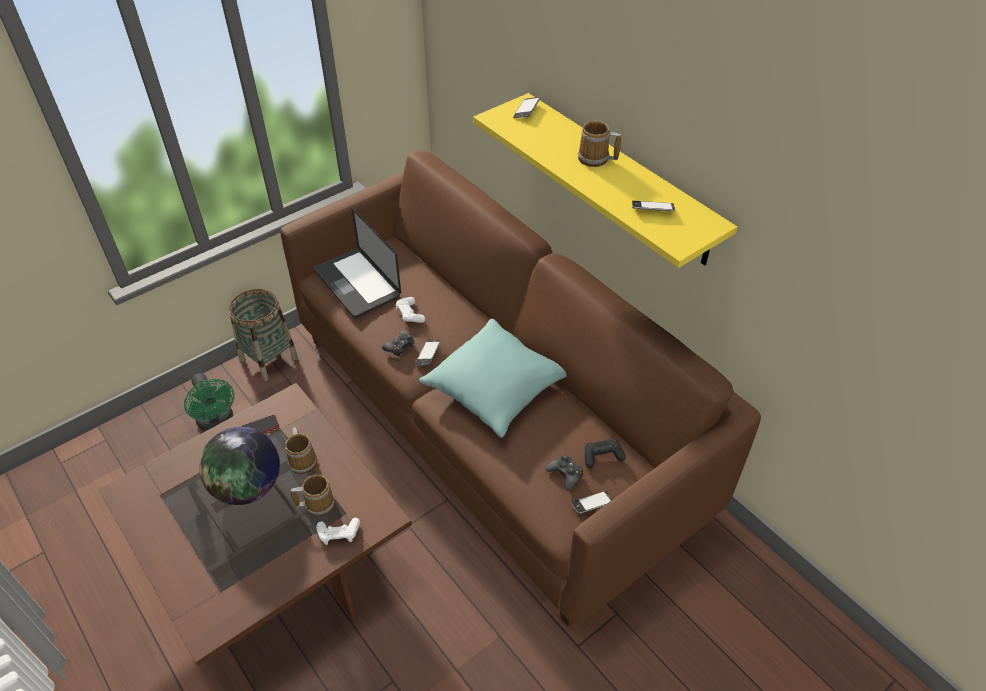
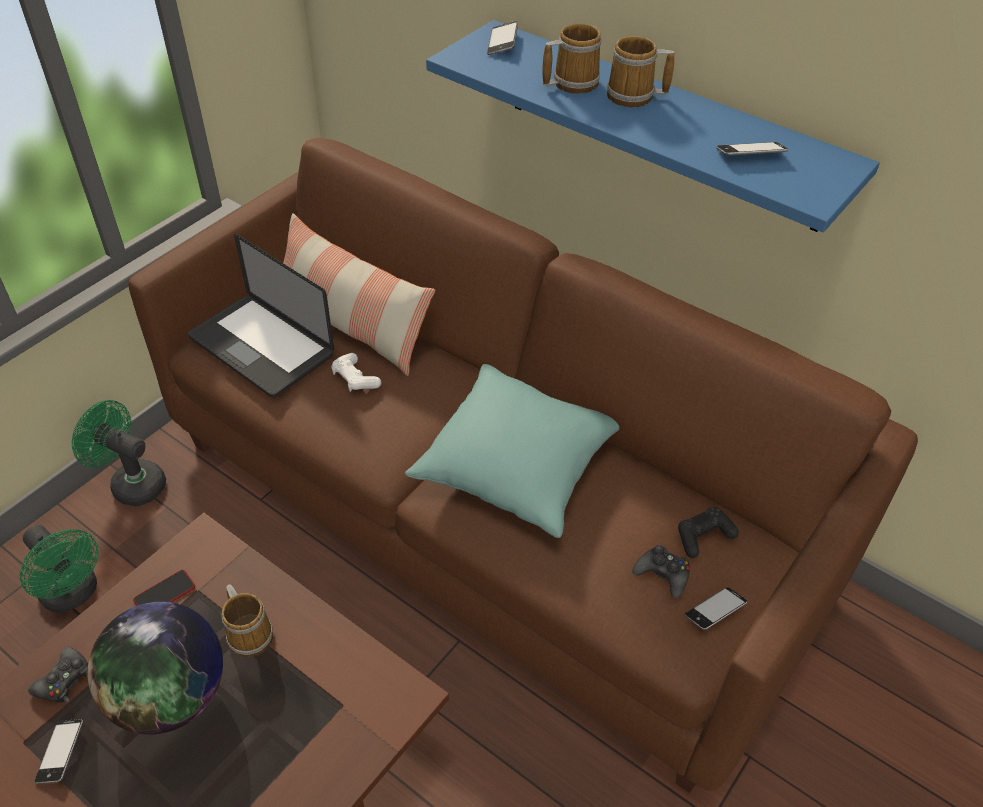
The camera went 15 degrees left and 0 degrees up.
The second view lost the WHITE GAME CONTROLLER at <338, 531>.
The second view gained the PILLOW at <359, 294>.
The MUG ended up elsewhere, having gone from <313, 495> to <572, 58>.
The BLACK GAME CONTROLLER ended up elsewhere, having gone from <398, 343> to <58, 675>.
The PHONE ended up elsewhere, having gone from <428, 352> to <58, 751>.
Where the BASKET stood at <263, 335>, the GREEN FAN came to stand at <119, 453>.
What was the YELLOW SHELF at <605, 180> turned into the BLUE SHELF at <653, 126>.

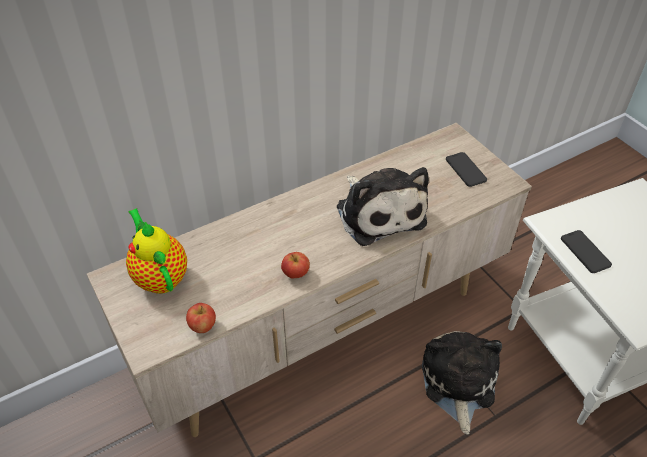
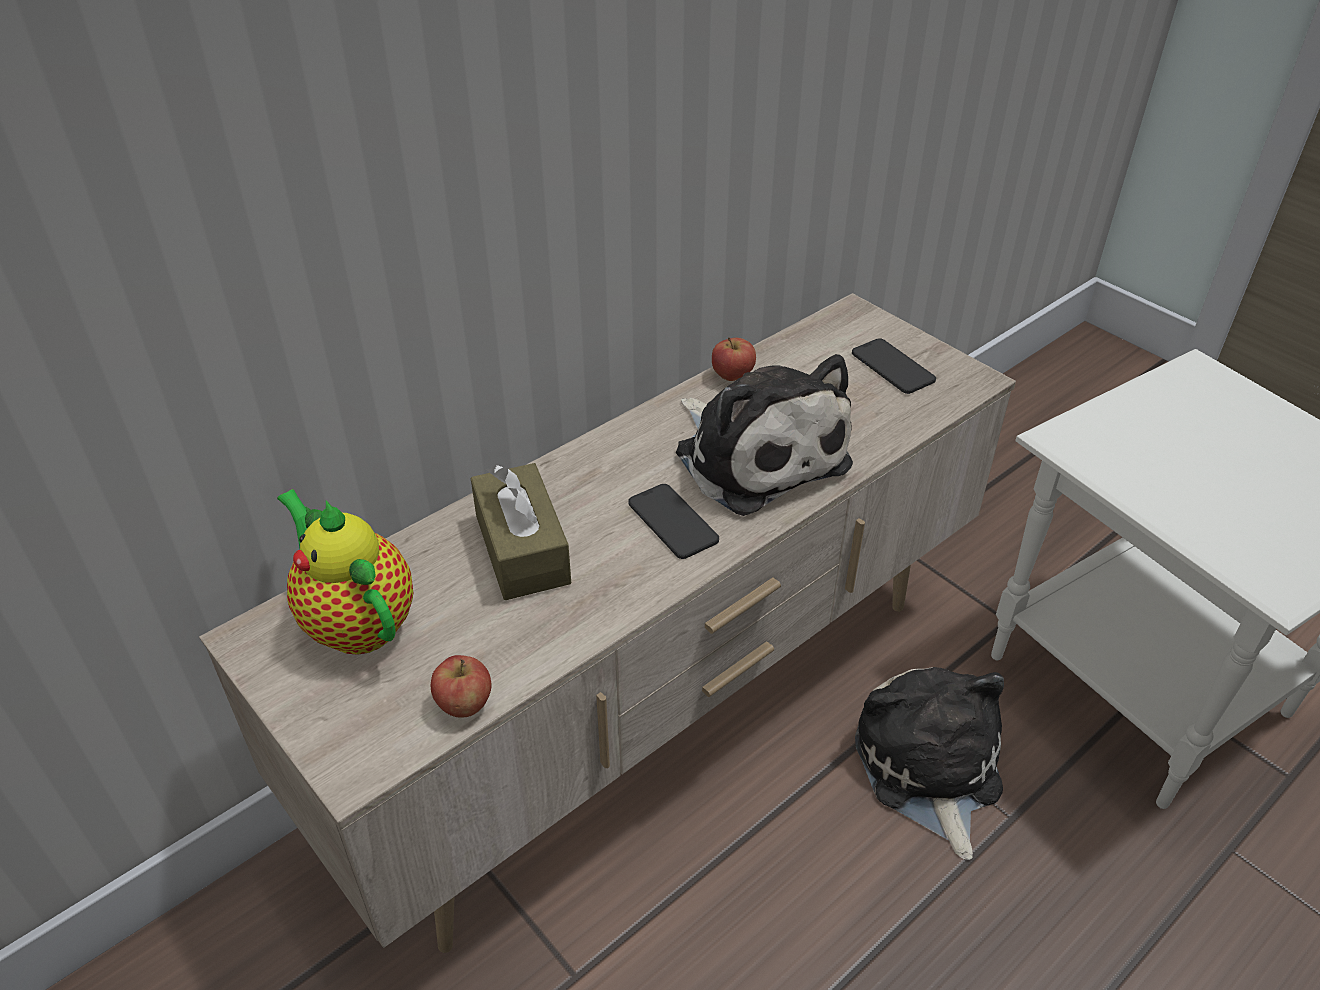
The camera went 10 degrees left and 5 degrees down.
The second view gained the BROWN TISSUE BOX at <521, 531>.
The APPLE ended up elsewhere, having gone from <295, 265> to <734, 359>.
The PHONE ended up elsewhere, having gone from <586, 251> to <673, 521>.

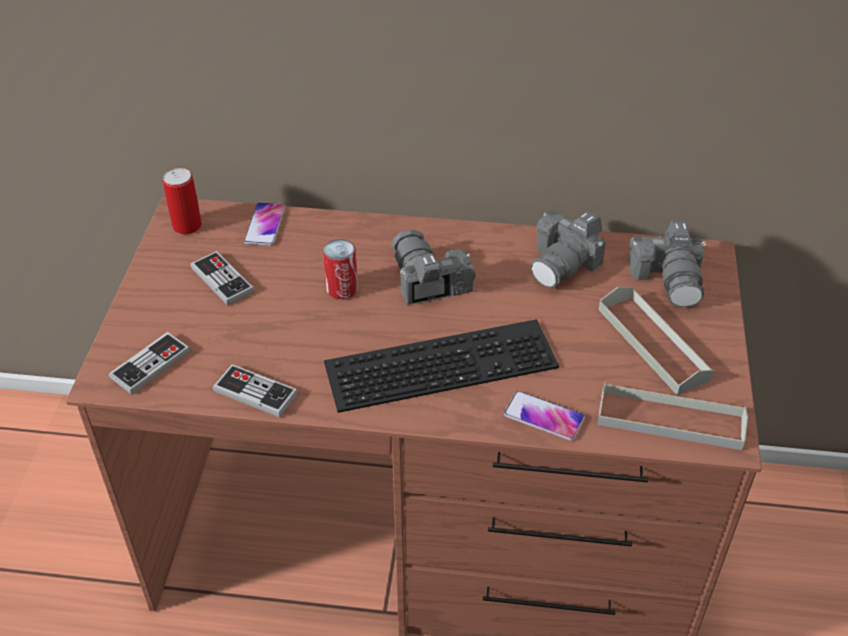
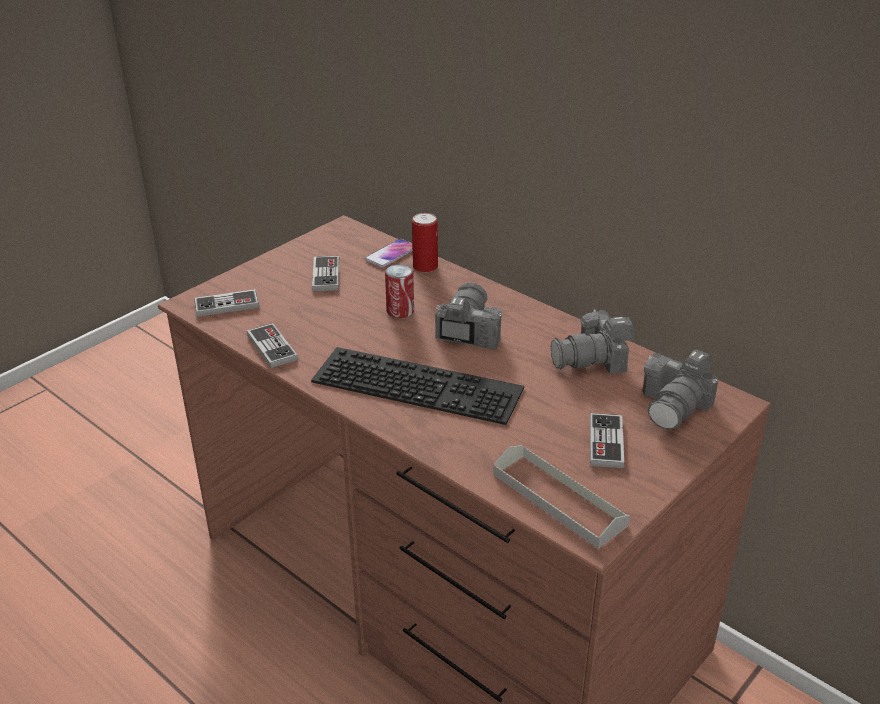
The camera went 35 degrees right and 10 degrees down.
The second view lost the PHONE at <544, 416>.
The CAN ended up elsewhere, having gone from <182, 201> to <425, 243>.
Where the GREY TRAY stood at <656, 341>, the GAME CONTROLLER came to stand at <607, 440>.

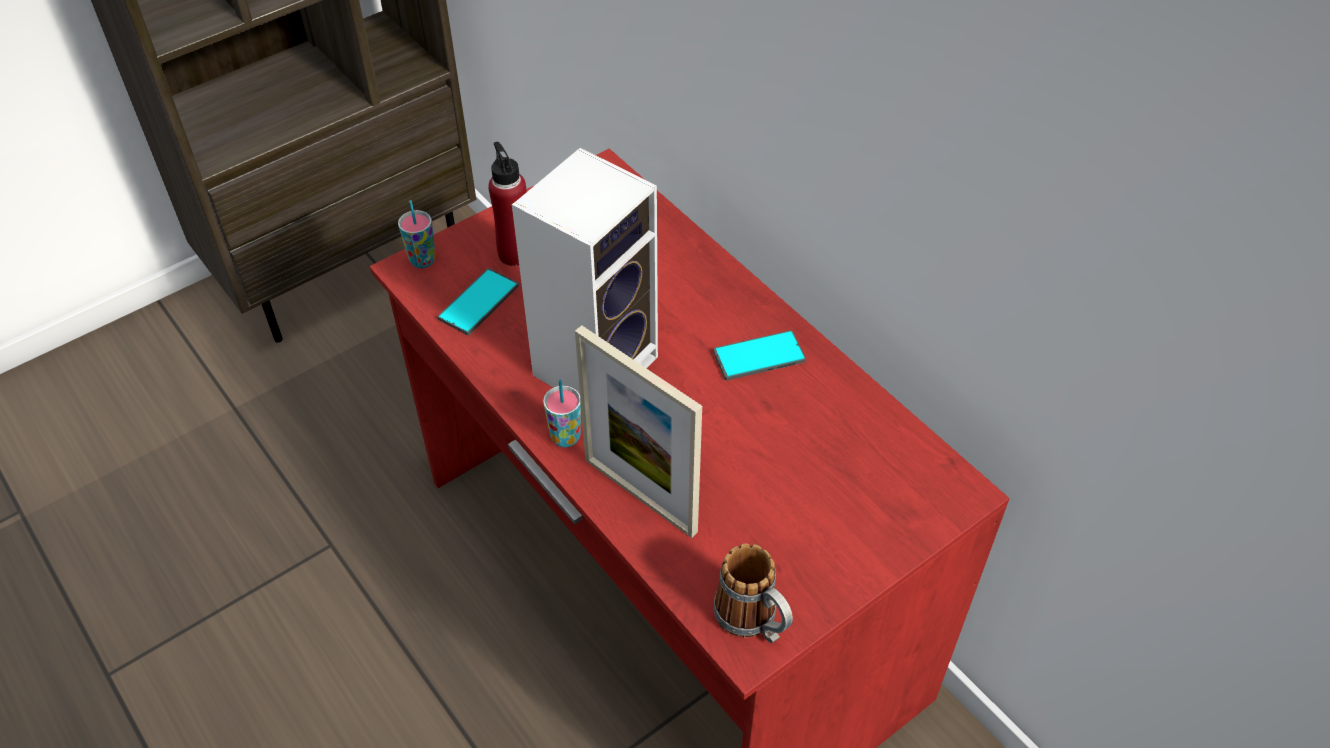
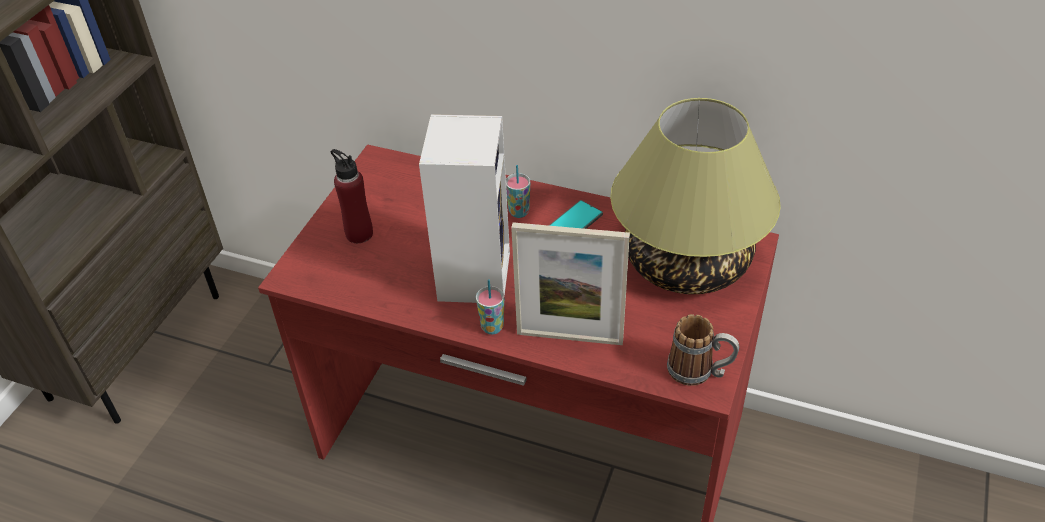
The camera went 30 degrees left and 5 degrees down.
The second view lost the PHONE at <478, 301>.
The second view gained the TABLE LAMP at <695, 196>.
The CUP ended up elsewhere, having gone from <417, 234> to <518, 191>.

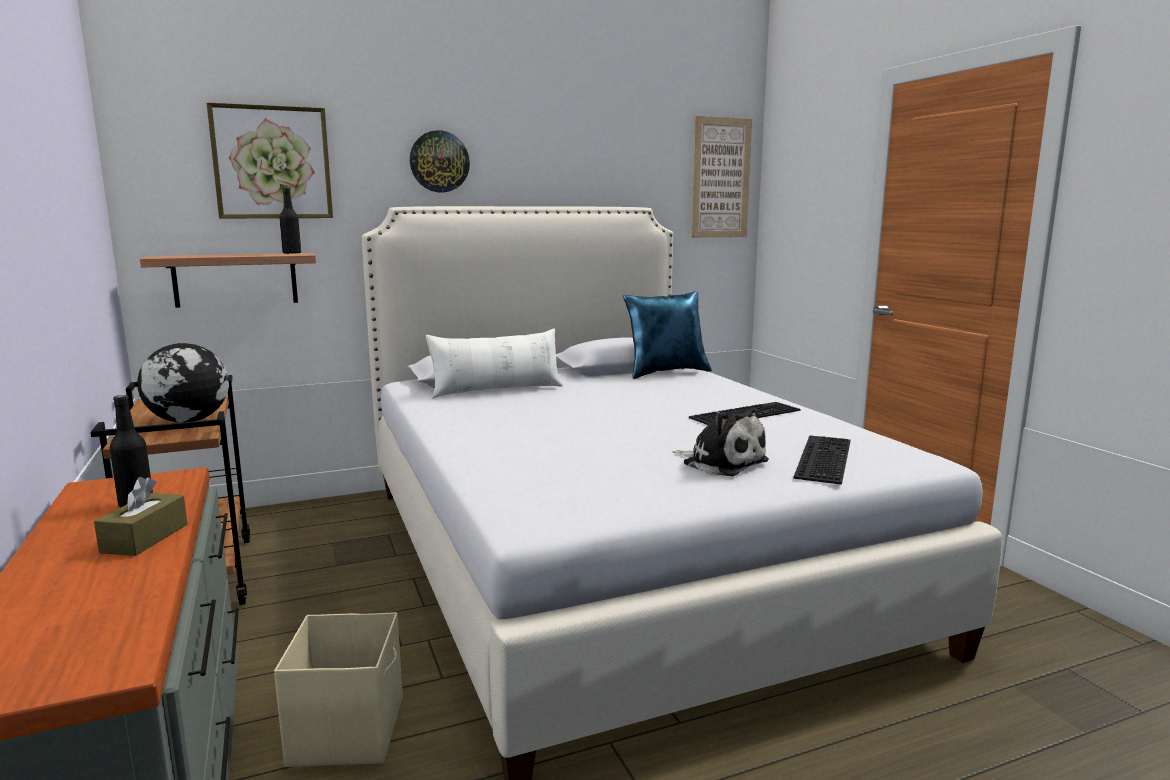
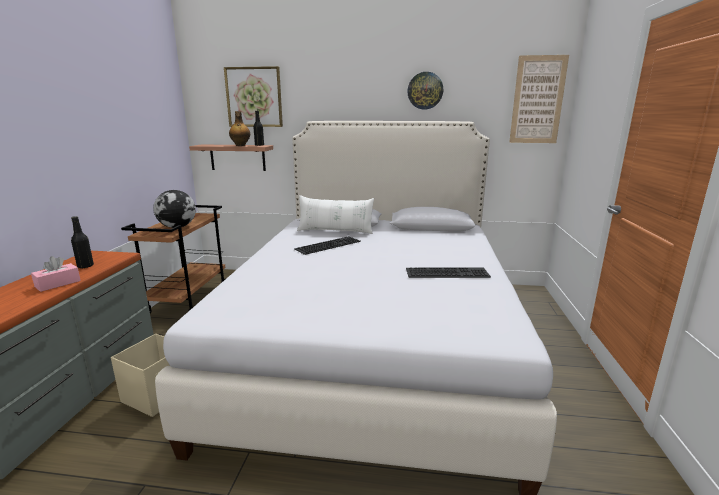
The camera went 30 degrees right and 5 degrees up.
The second view lost the BLUE PILLOW at <667, 335>.
The second view lost the PLUSH TOY at <721, 441>.
The second view gained the BOTTLE at <239, 128>.
The WALL CLOCK ended up elsewhere, having gone from <440, 161> to <425, 91>.
The KEYBOARD ended up elsewhere, having gone from <822, 460> to <327, 245>.
What was the BROWN TISSUE BOX at <141, 516> turned into the PINK TISSUE BOX at <56, 274>.

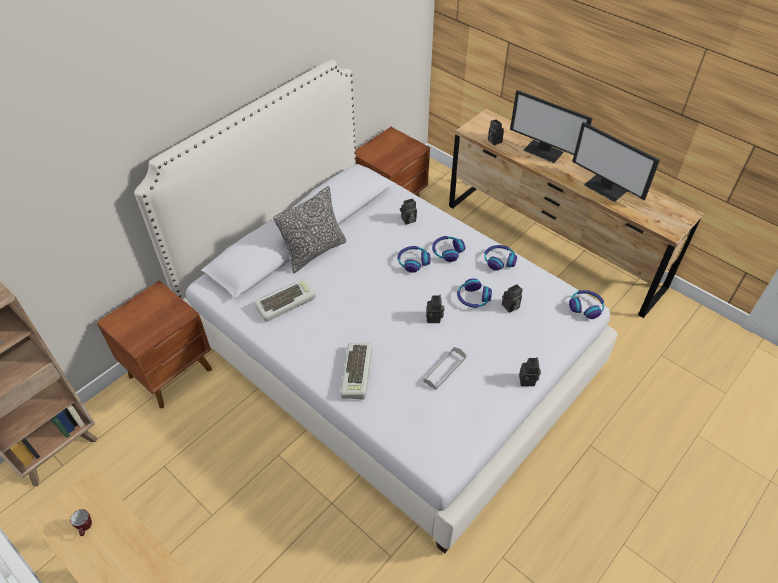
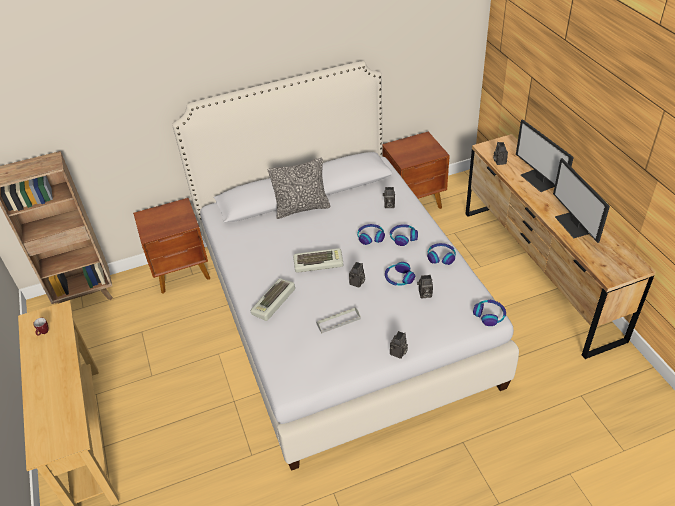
The camera went 30 degrees right and 5 degrees down.
The KEYBOARD ended up elsewhere, having gone from <285, 300> to <318, 260>.

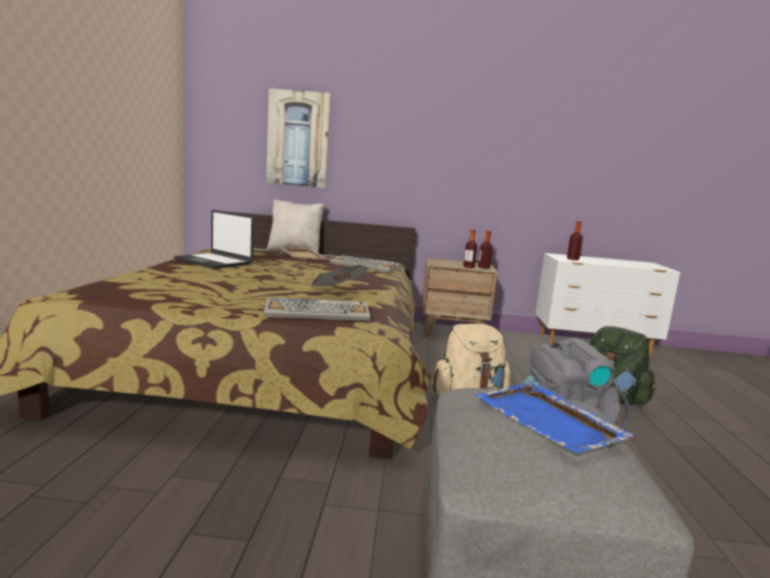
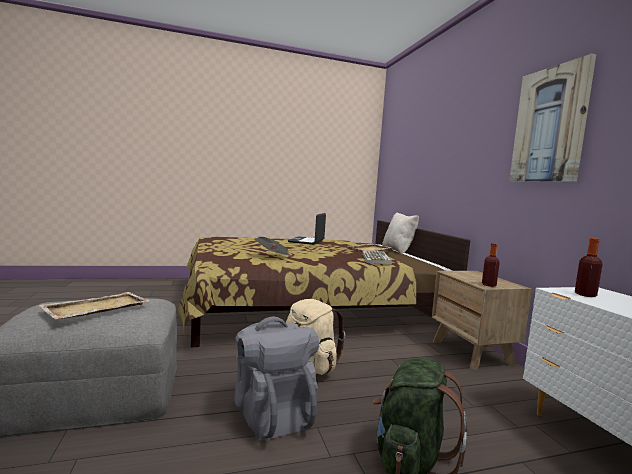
The camera went 70 degrees right and 5 degrees down.
The second view lost the KEYBOARD at <317, 309>.
The second view lost the BOTTLE at <470, 248>.
The PICTURE ended up elsewhere, having gone from <298, 138> to <552, 117>.
What was the BLUE TRAY at <555, 418> turned into the BEIGE TRAY at <93, 305>.

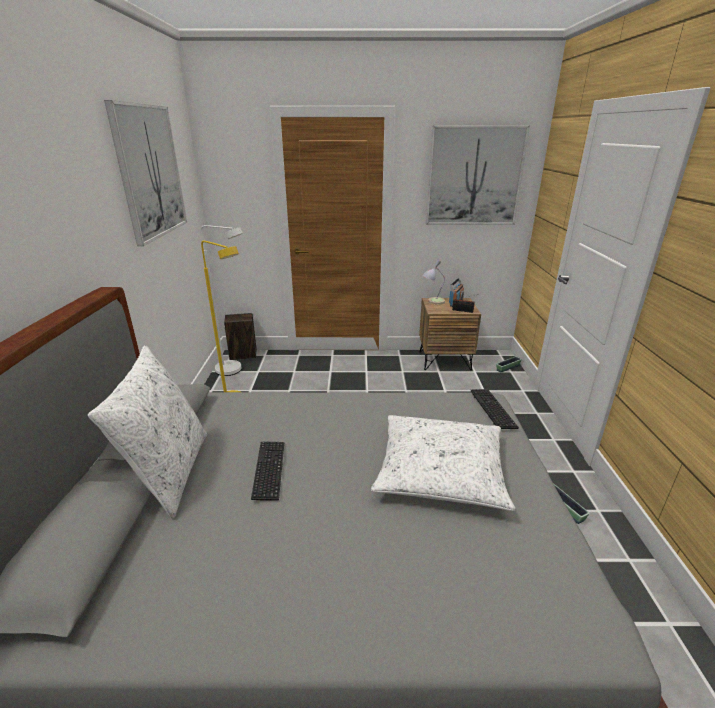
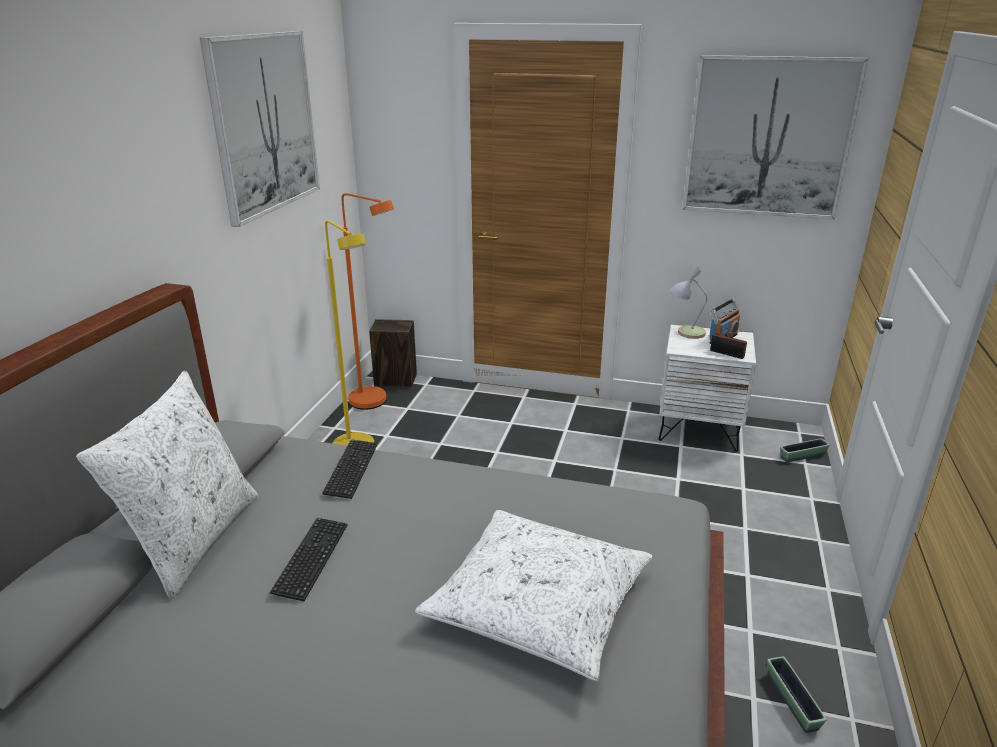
The camera went 15 degrees right and 0 degrees up.
The KEYBOARD ended up elsewhere, having gone from <495, 409> to <349, 469>.
What was the WHITE FLOOR LAMP at <222, 300> turned into the ORANGE FLOOR LAMP at <368, 301>.
What was the BROWN NIGHTSTAND at <450, 334> turned into the WHITE NIGHTSTAND at <707, 388>.

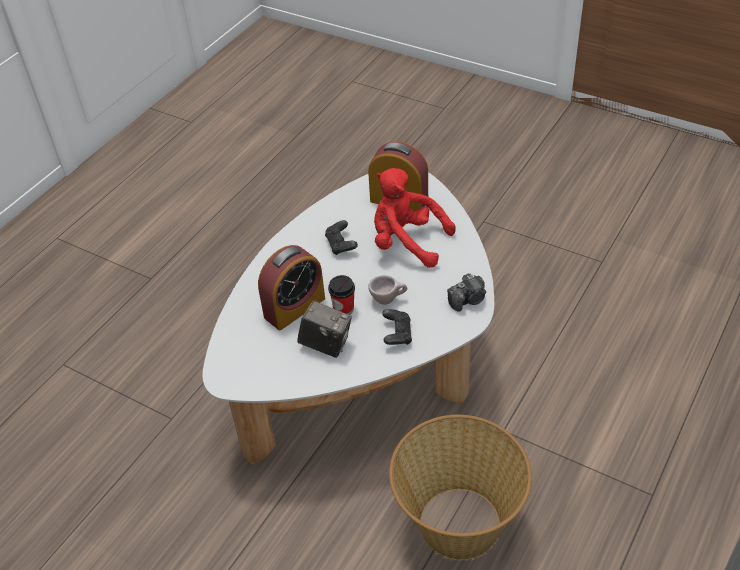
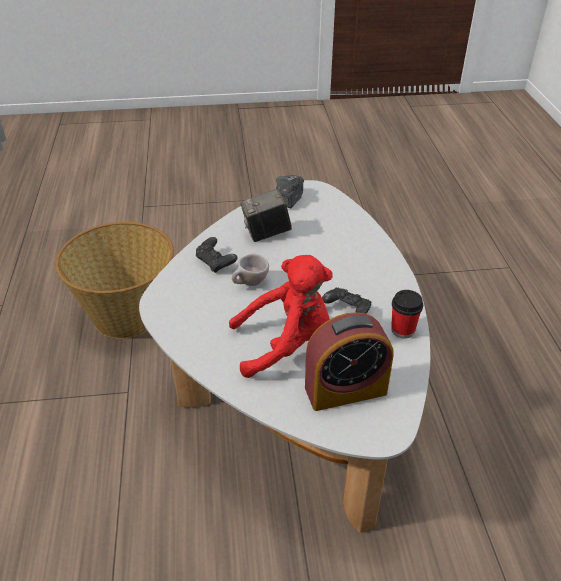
The camera went 140 degrees right and 5 degrees down.
The second view lost the ALARM CLOCK at <291, 287>.
The CUP ended up elsewhere, having gone from <341, 295> to <407, 314>.
The PHOTO CAMERA ended up elsewhere, having gone from <466, 292> to <290, 191>.

